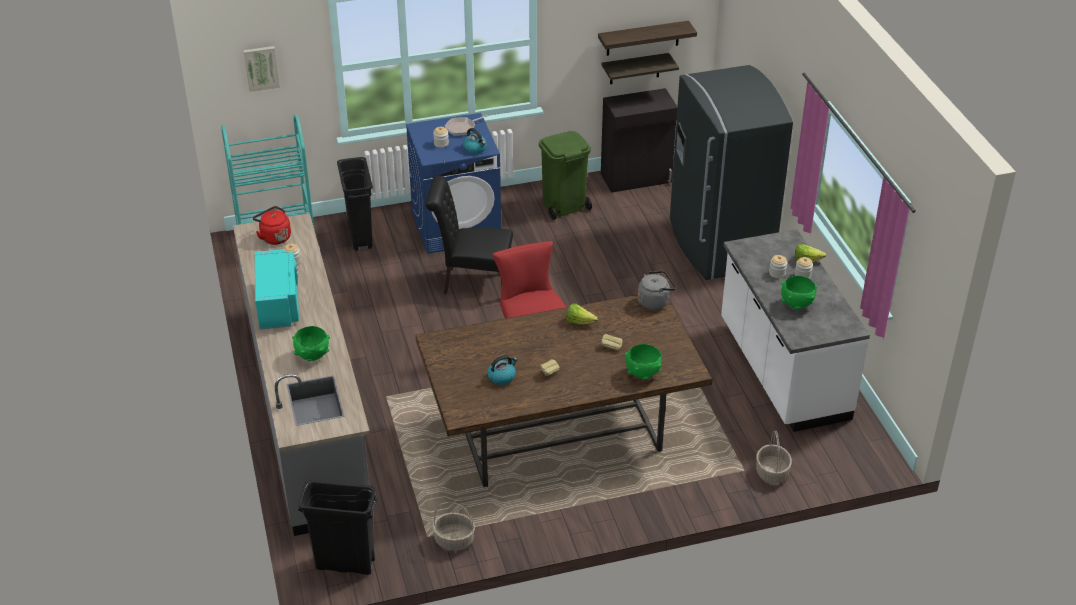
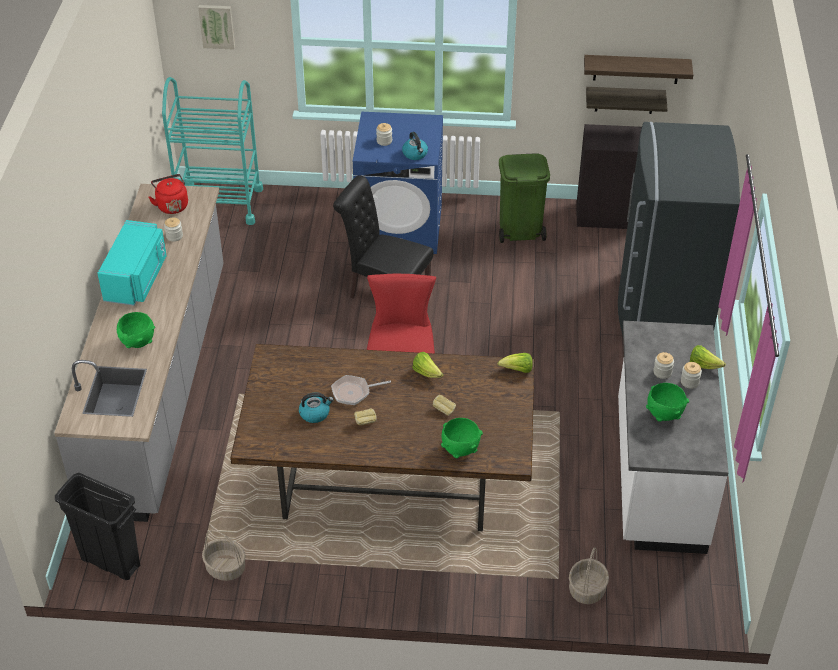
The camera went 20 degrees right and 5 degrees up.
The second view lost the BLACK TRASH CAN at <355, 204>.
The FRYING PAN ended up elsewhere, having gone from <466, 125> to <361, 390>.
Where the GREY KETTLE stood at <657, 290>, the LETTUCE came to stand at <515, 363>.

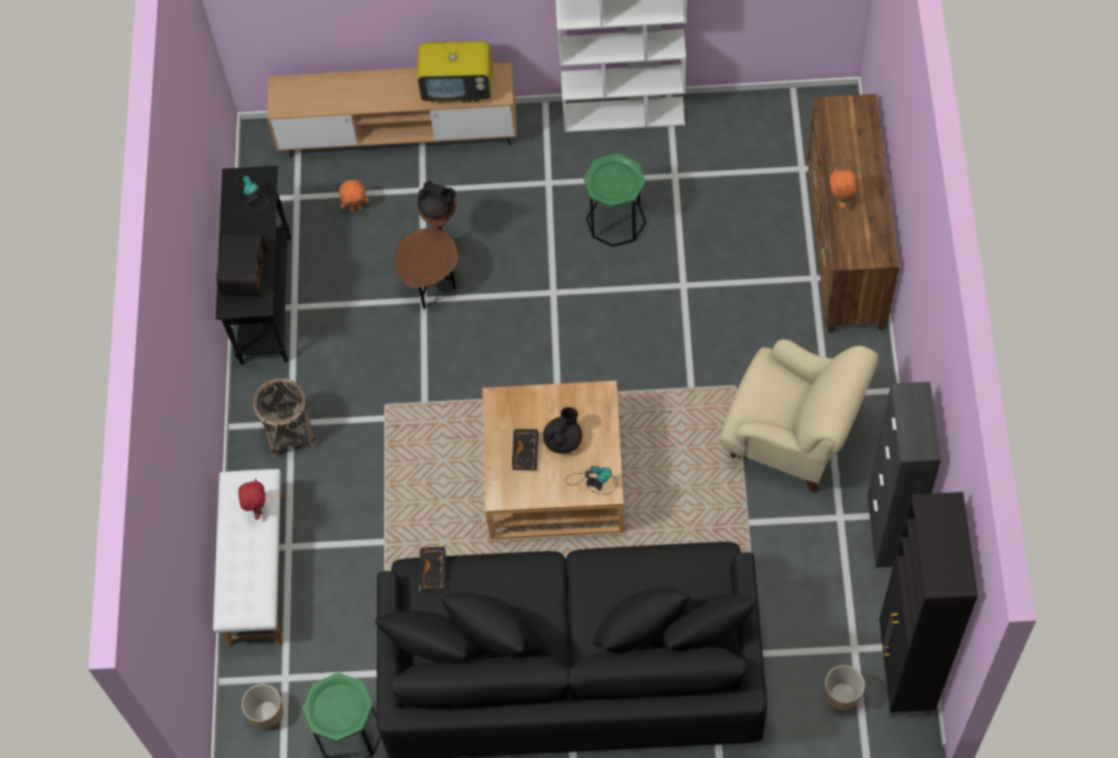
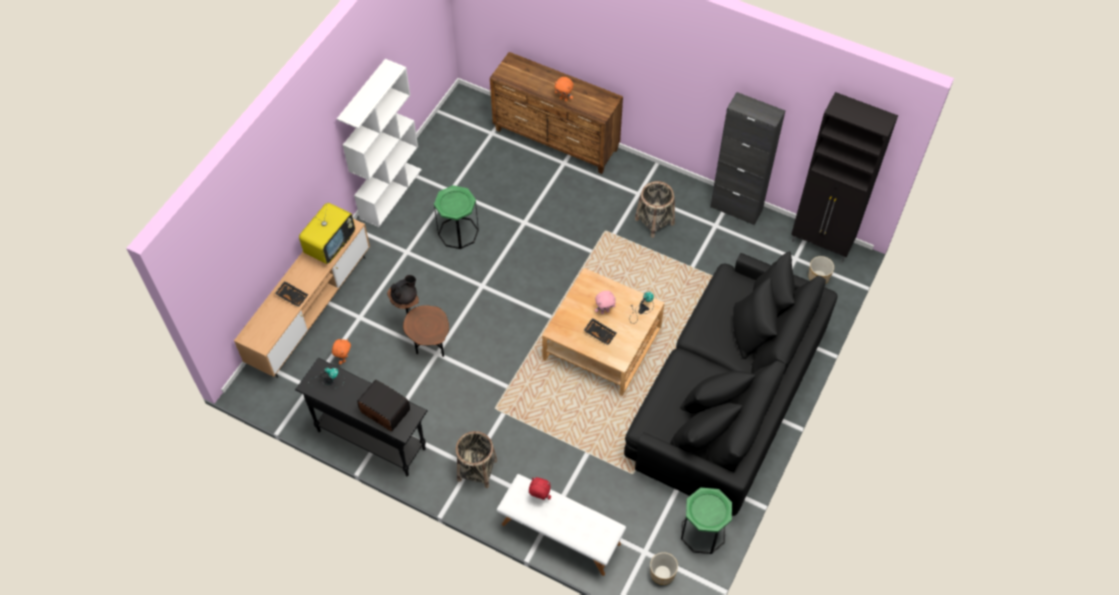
The camera went 65 degrees left and 5 degrees down.
The BLACK TRAY ended up elsewhere, having gone from <432, 569> to <291, 294>.
Where the BLACK TEAPOT stood at <562, 430>, the PINK PLUSH TOY came to stand at <605, 302>.
Where the BEIGE ARMCHAIR stood at <799, 416>, the BASKET came to stand at <655, 209>.

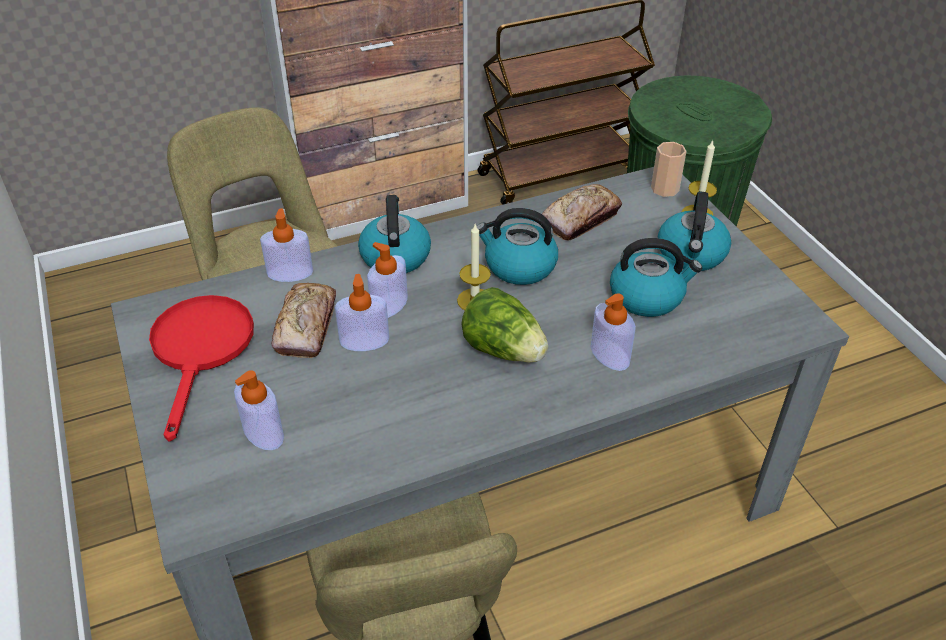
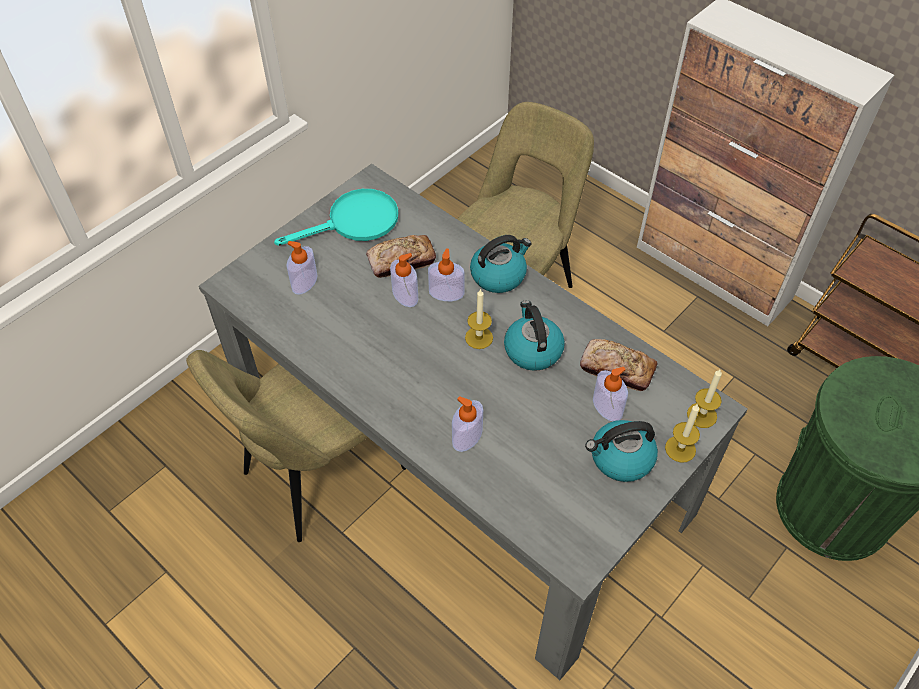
The camera went 65 degrees right and 10 degrees up.
The second view lost the LETTUCE at <504, 325>.
The second view lost the KETTLE at <656, 277>.
The SOAP DISPENSER ended up elsewhere, having gone from <286, 245> to <610, 394>.
Where the CUP stood at <669, 169>, the CANDLE came to stand at <704, 398>.
What was the RED FRYING PAN at <201, 368> turned into the TURQUOISE FRYING PAN at <336, 217>.

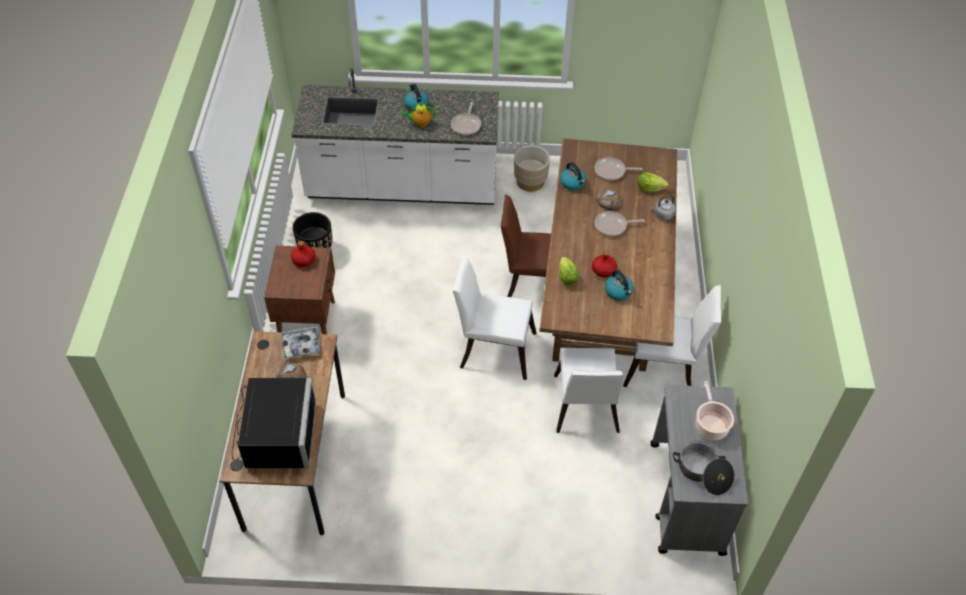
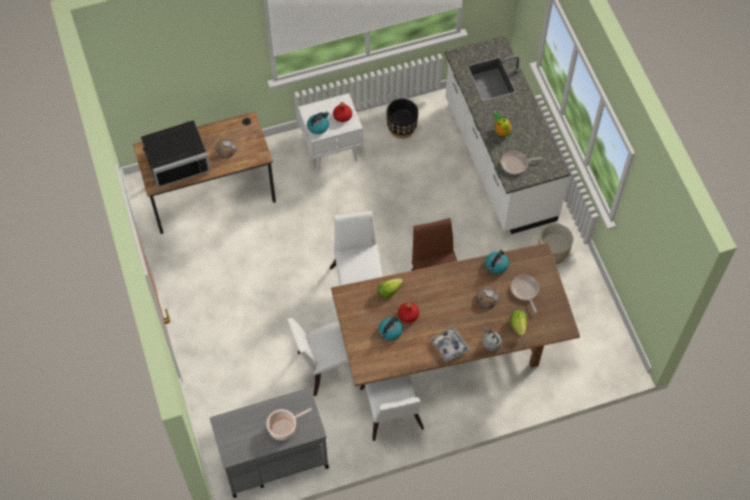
The camera went 70 degrees right and 10 degrees up.
The second view lost the FRYING PAN at <620, 223>.
The second view lost the COOKING POT at <704, 468>.
The TRAY ended up elsewhere, having gone from <300, 343> to <450, 345>.
The KETTLE ended up elsewhere, having gone from <416, 97> to <318, 122>.
What was the BROWN NIGHTSTAND at <299, 290> turned into the WHITE NIGHTSTAND at <330, 132>.

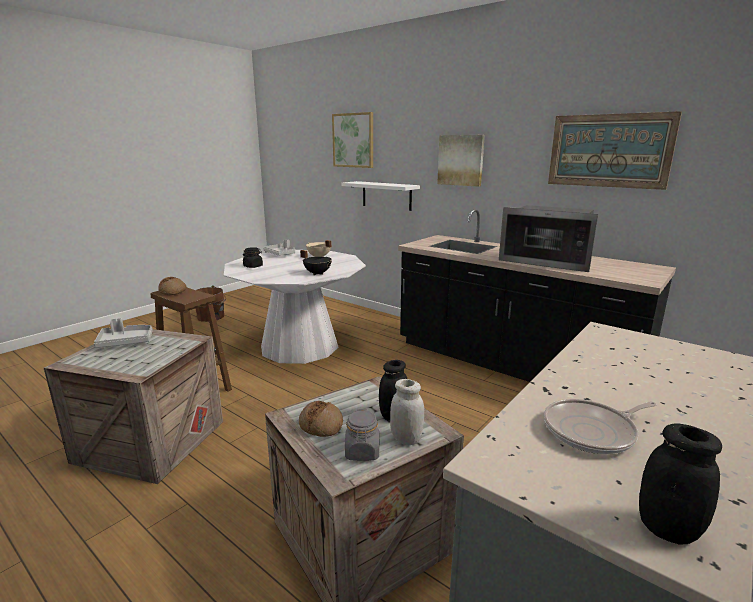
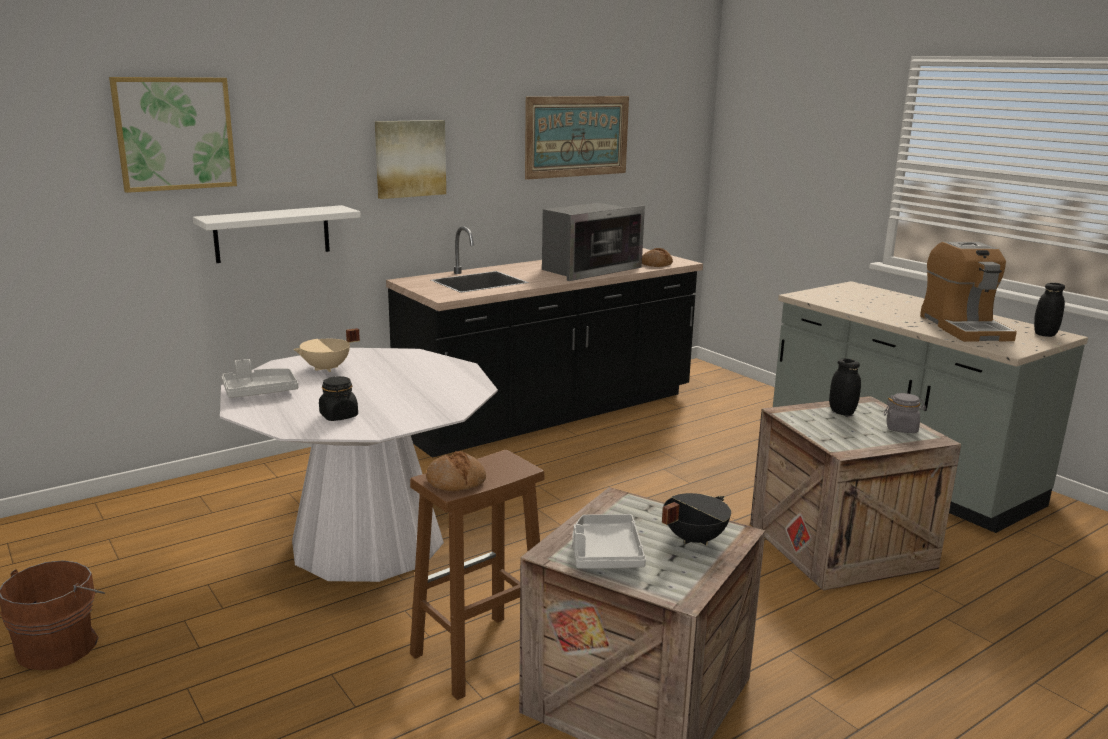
The camera went 75 degrees left and 0 degrees up.
The second view lost the WHITE JAR at <407, 412>.
The BREAD ended up elsewhere, having gone from <321, 419> to <657, 257>.
The BLACK COOKING POT ended up elsewhere, having gone from <316, 262> to <696, 519>.
Where the FRYING PAN stood at <600, 426>, the COFFEE MACHINE came to stand at <968, 292>.

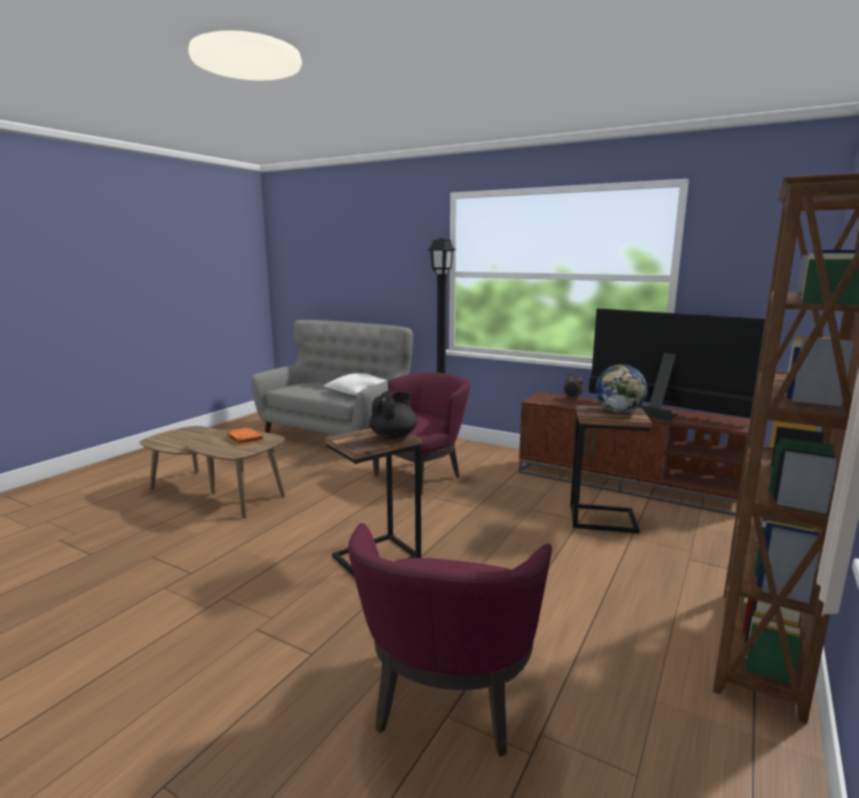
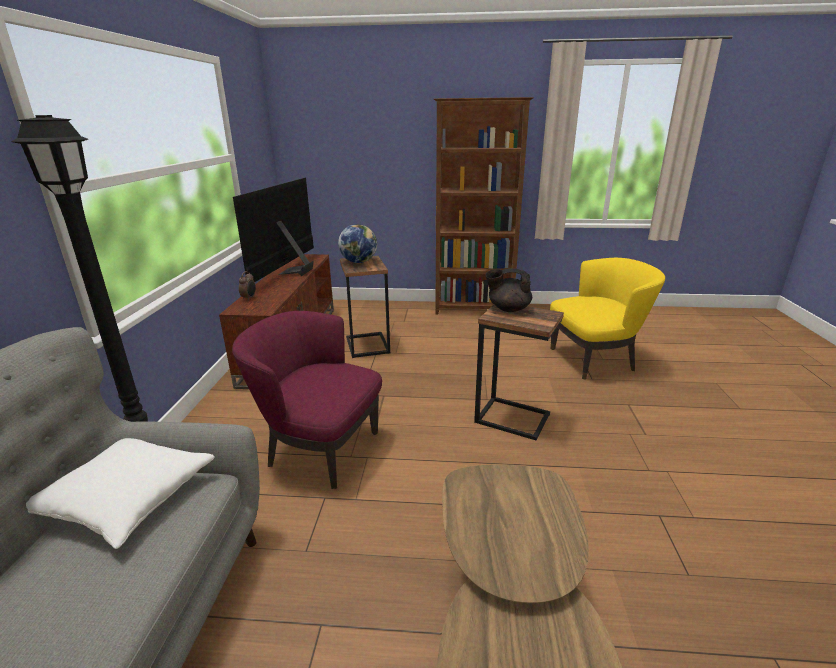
The camera went 115 degrees left and 10 degrees up.
The second view lost the ORANGE BOOK at <245, 436>.
What was the PURPLE ARMCHAIR at <450, 640> turned into the YELLOW ARMCHAIR at <607, 318>.

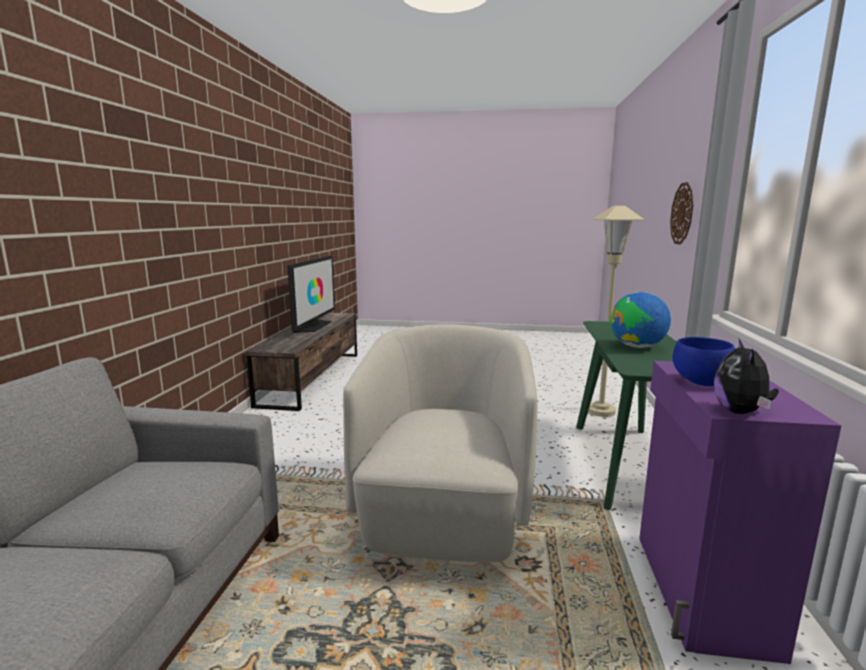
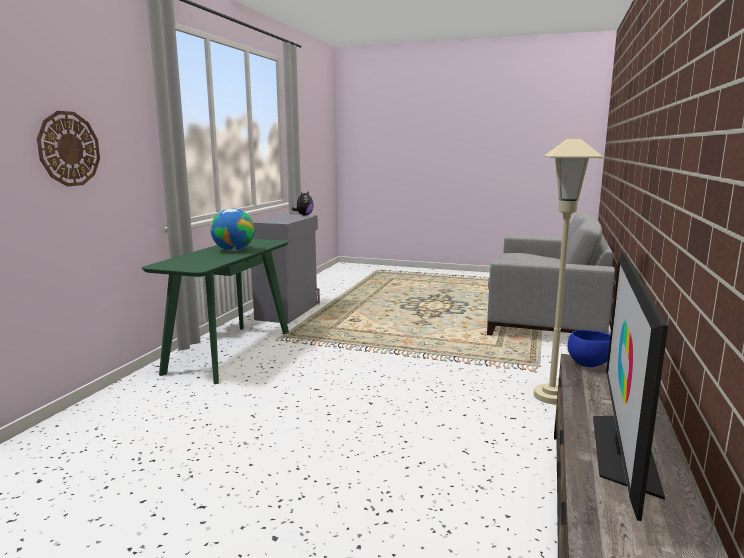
The camera went 170 degrees left and 0 degrees up.
The second view lost the BEIGE ARMCHAIR at <440, 443>.
The BEIGE FLOOR LAMP ended up elsewhere, having gone from <616, 311> to <568, 272>.
The BLUE BOWL ended up elsewhere, having gone from <703, 361> to <588, 348>.
What was the PURPLE CABINET at <740, 512> turned into the GREY CABINET at <285, 269>.

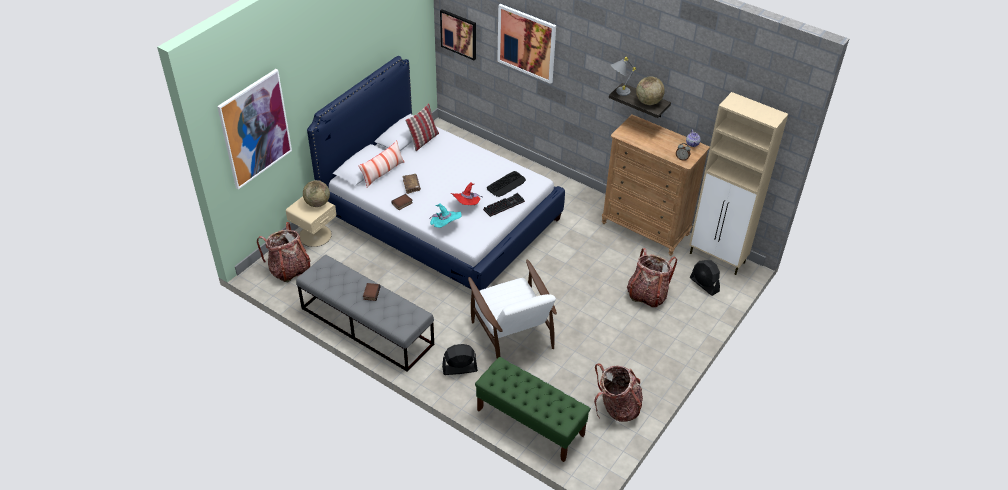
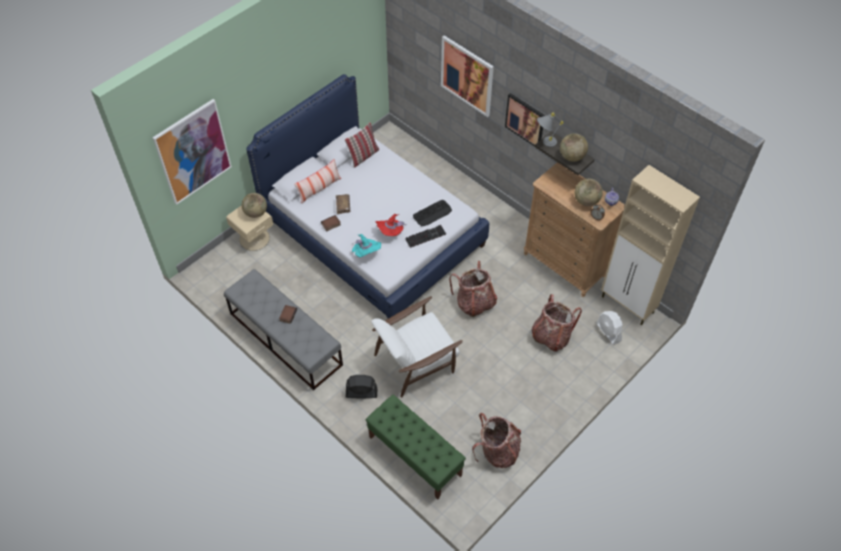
The camera went 10 degrees right and 10 degrees up.
The second view gained the GLOBE at <589, 192>.
The BACKPACK ended up elsewhere, having gone from <283, 252> to <473, 289>.
The PICTURE ended up elsewhere, having gone from <458, 34> to <525, 120>.
What was the BLACK FAN at <705, 278> turned into the WHITE FAN at <609, 328>.
The WHITE ARMCHAIR at <512, 309> ended up facing another way, 75 degrees clockwise from before.

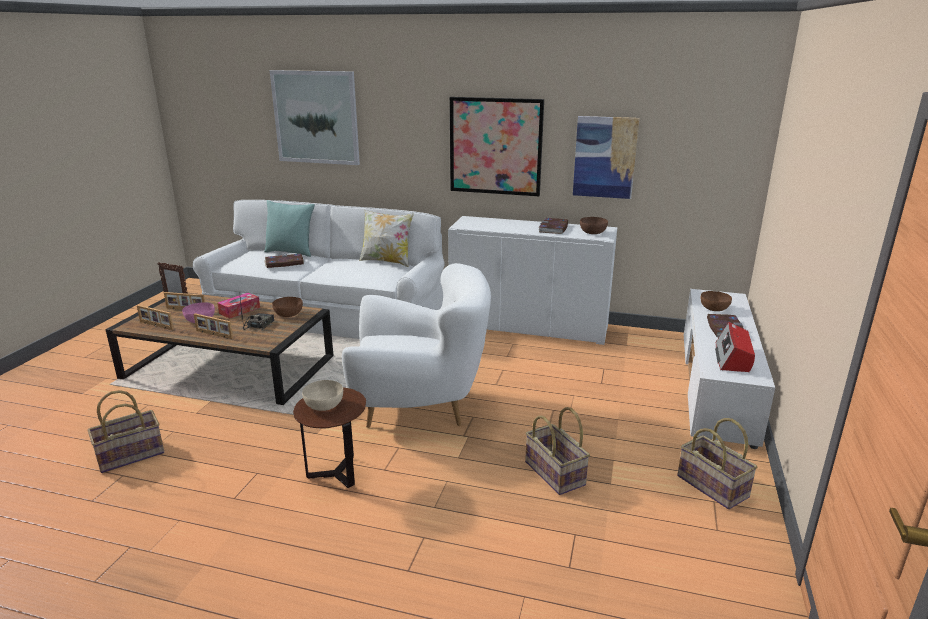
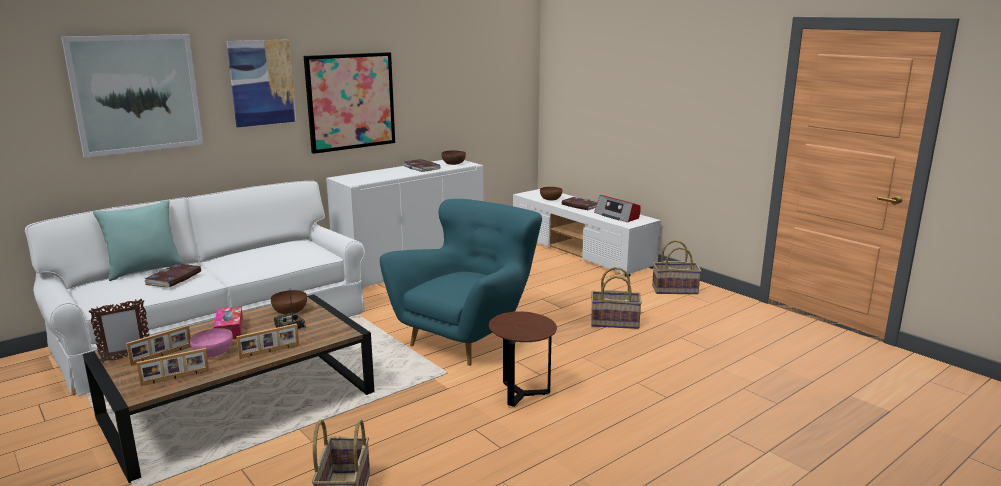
The camera went 55 degrees left and 5 degrees down.
The second view lost the BEIGE BOWL at <322, 395>.
The second view lost the PILLOW at <386, 238>.
The PICTURE ended up elsewhere, having gone from <606, 157> to <261, 83>.
What was the WHITE ARMCHAIR at <416, 345> turned into the TURQUOISE ARMCHAIR at <461, 282>.

